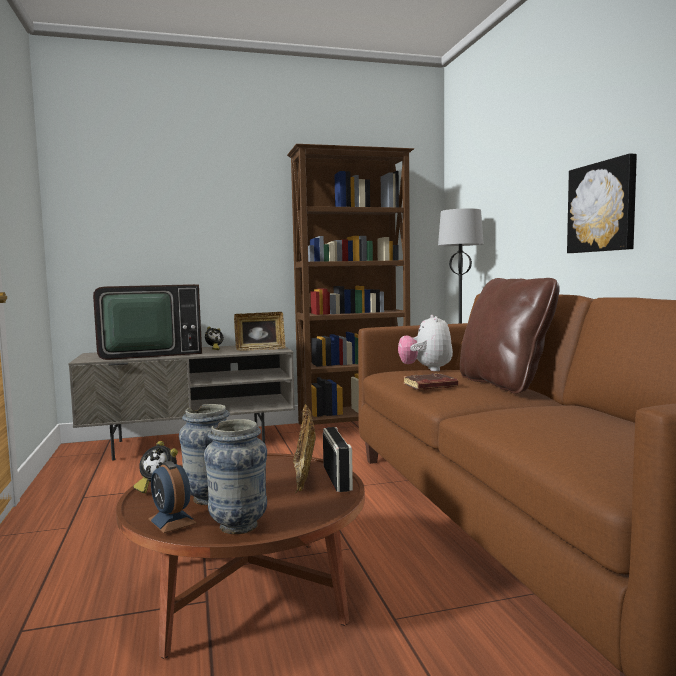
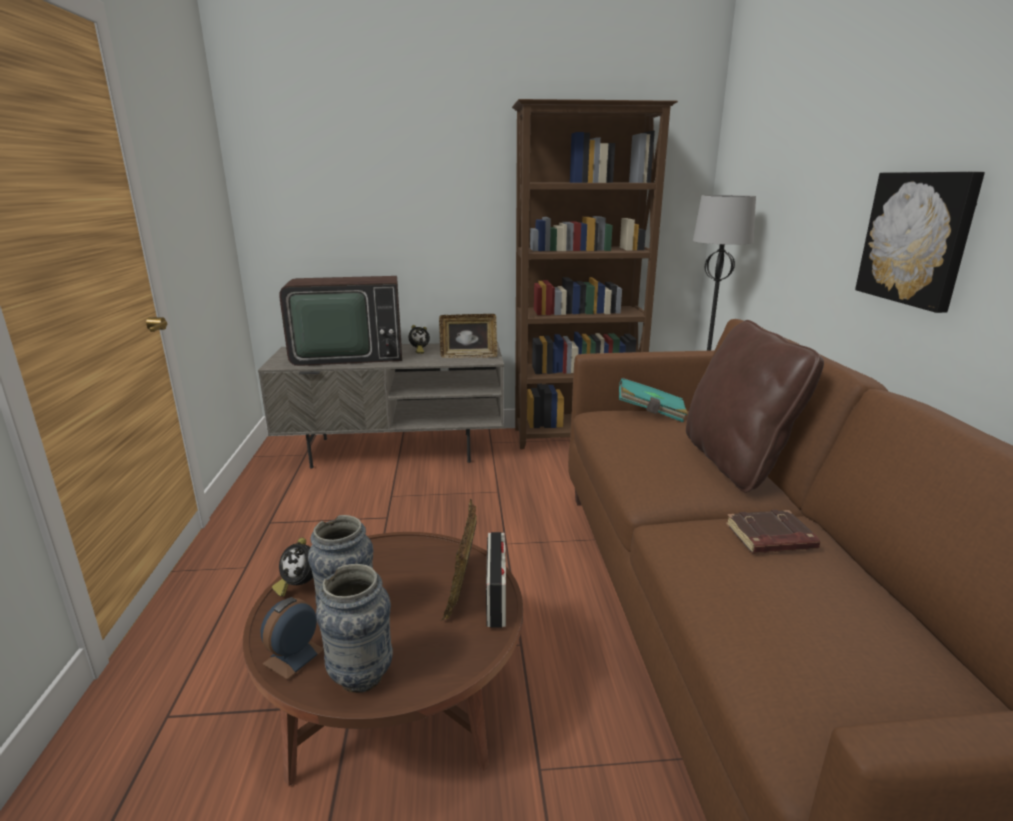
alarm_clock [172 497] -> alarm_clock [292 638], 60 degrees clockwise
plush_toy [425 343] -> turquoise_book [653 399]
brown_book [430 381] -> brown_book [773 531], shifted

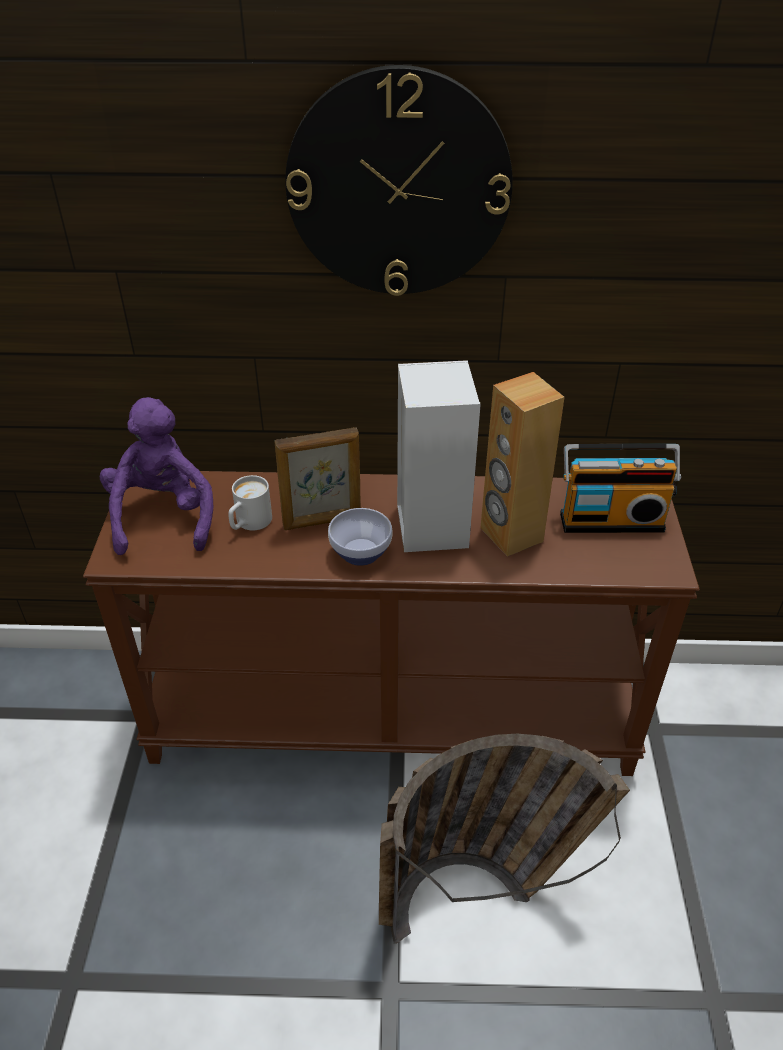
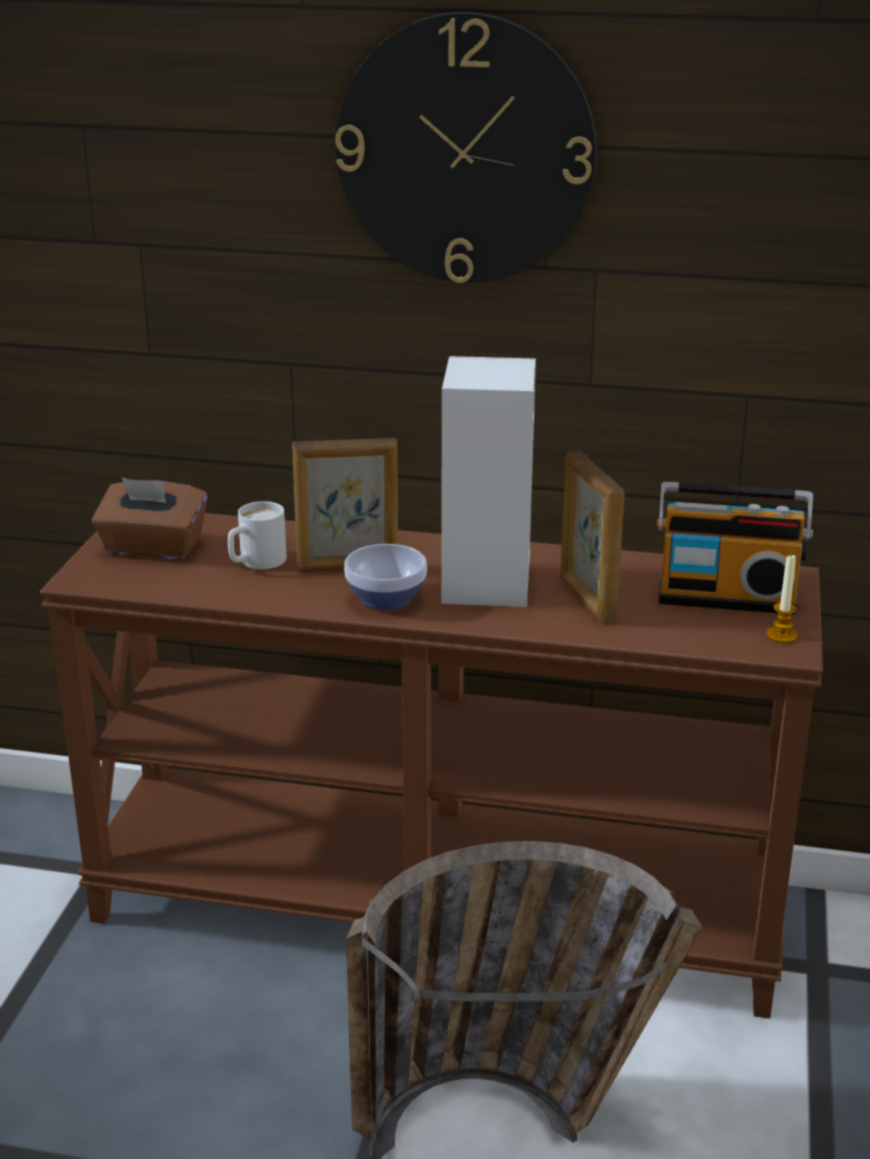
purple_plush_toy [156 476] -> brown_tissue_box [149 518]
brown_speaker [522 464] -> picture_frame [592 537]
none -> candle [782 598]

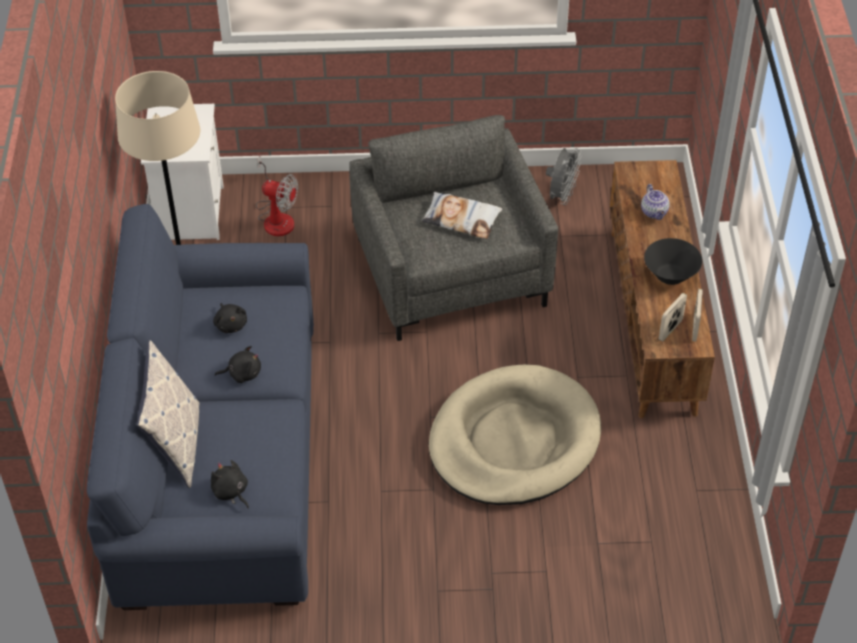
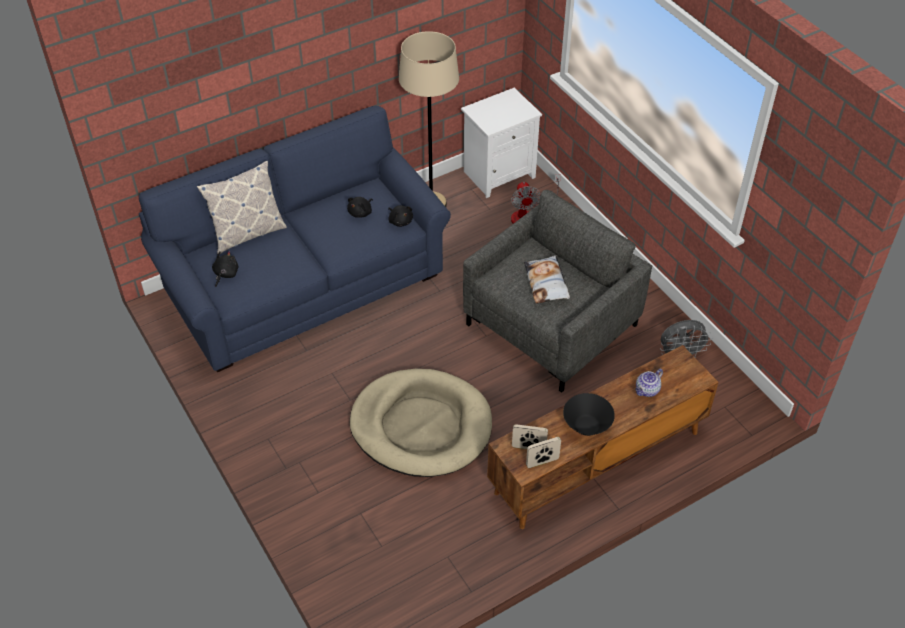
black_plush_toy [238 364] -> black_plush_toy [400 216], shifted

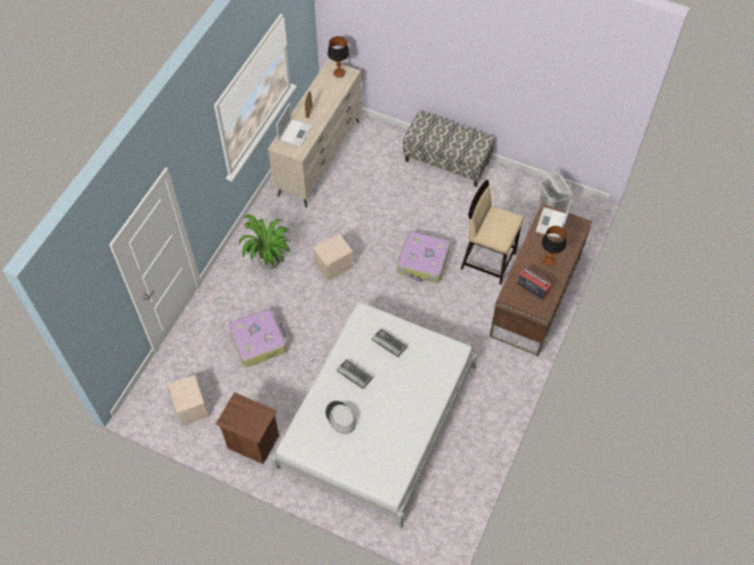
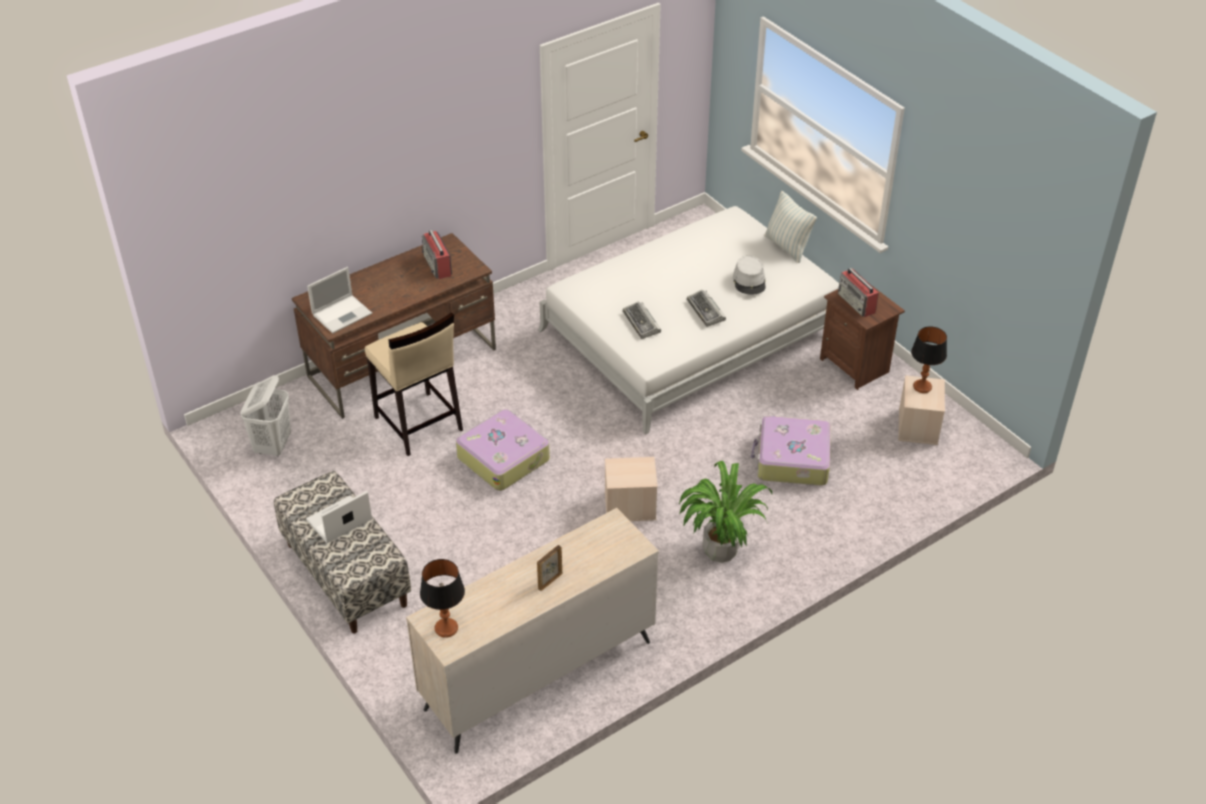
laptop [294 125] -> laptop [339 517], shifted
none -> pillow [790 227]
none -> radio [858 292]
table_lamp [554 246] -> table_lamp [929 359], shifted

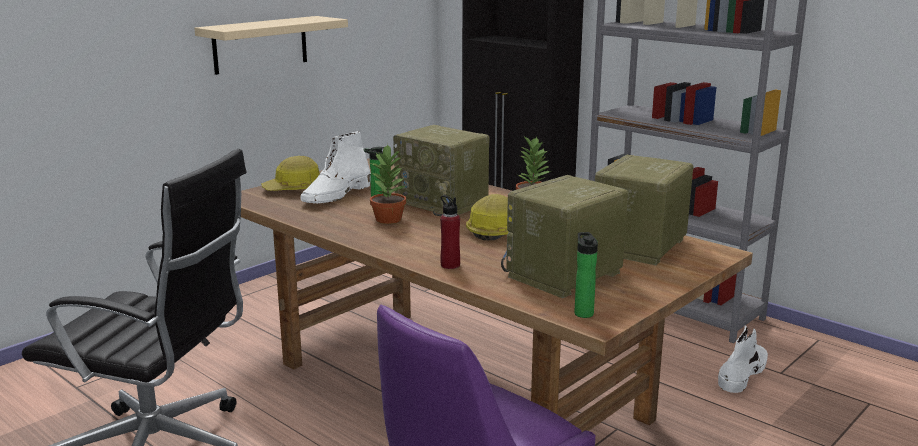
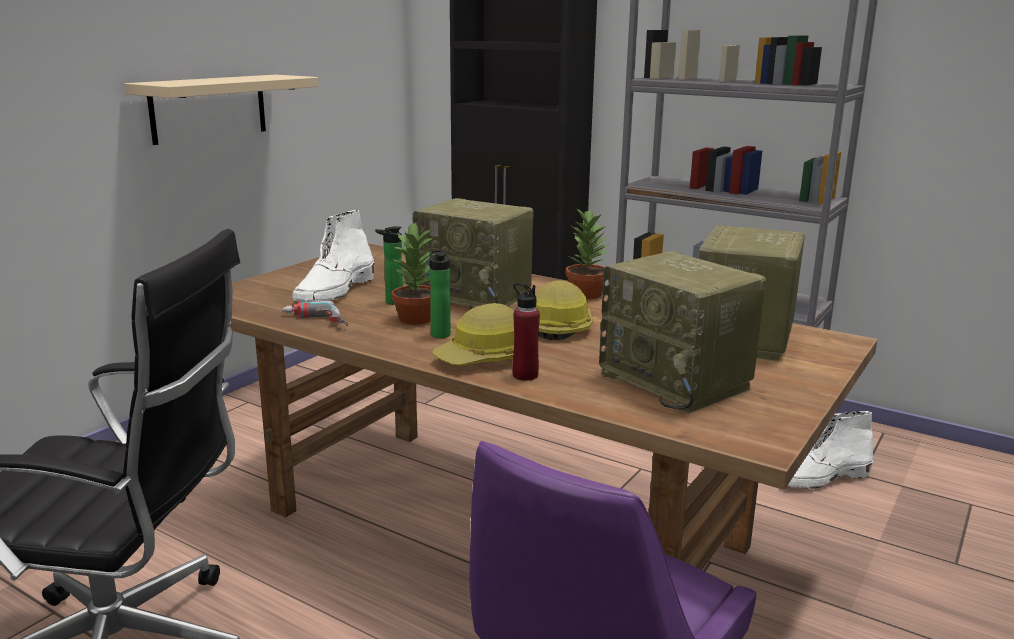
none -> power_drill [315 313]
bottle [586 275] -> bottle [440 294], shifted
hard_hat [290 173] -> hard_hat [473 334], shifted
radio [564 236] -> radio [682 332], 75 degrees counterclockwise
white_boot [743 359] -> white_boot [830 450], 135 degrees counterclockwise

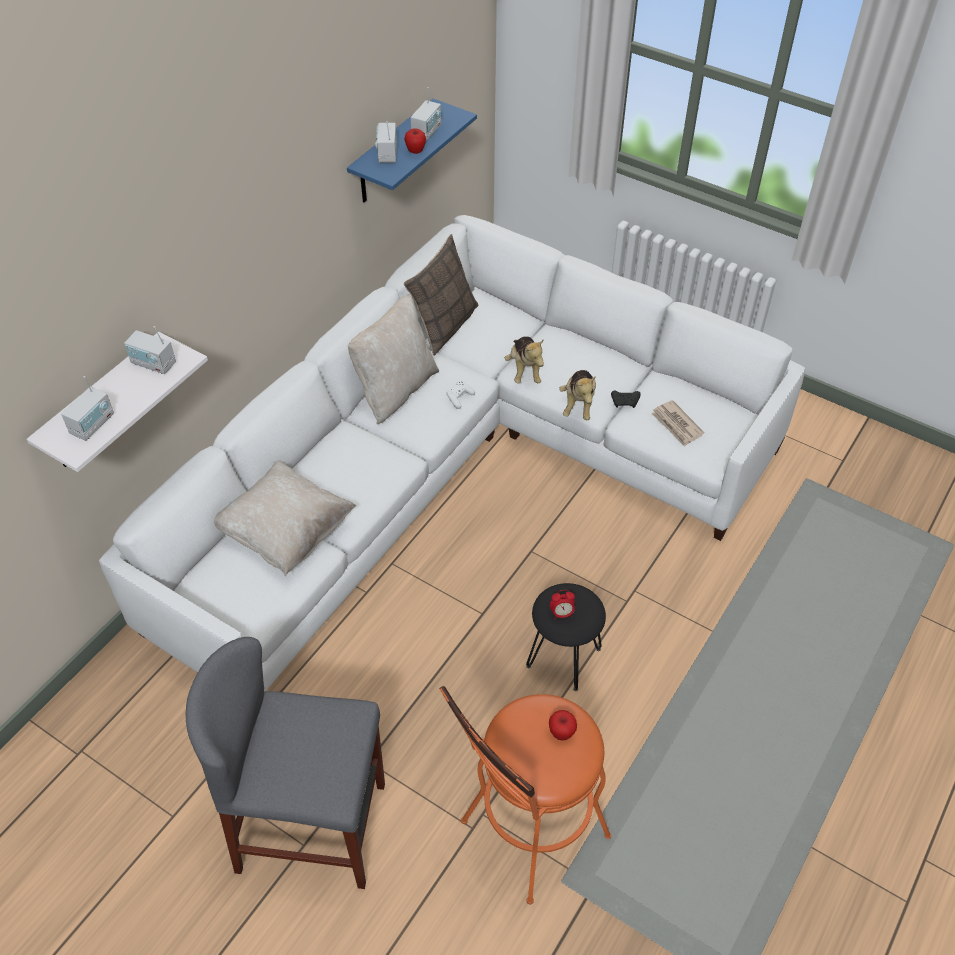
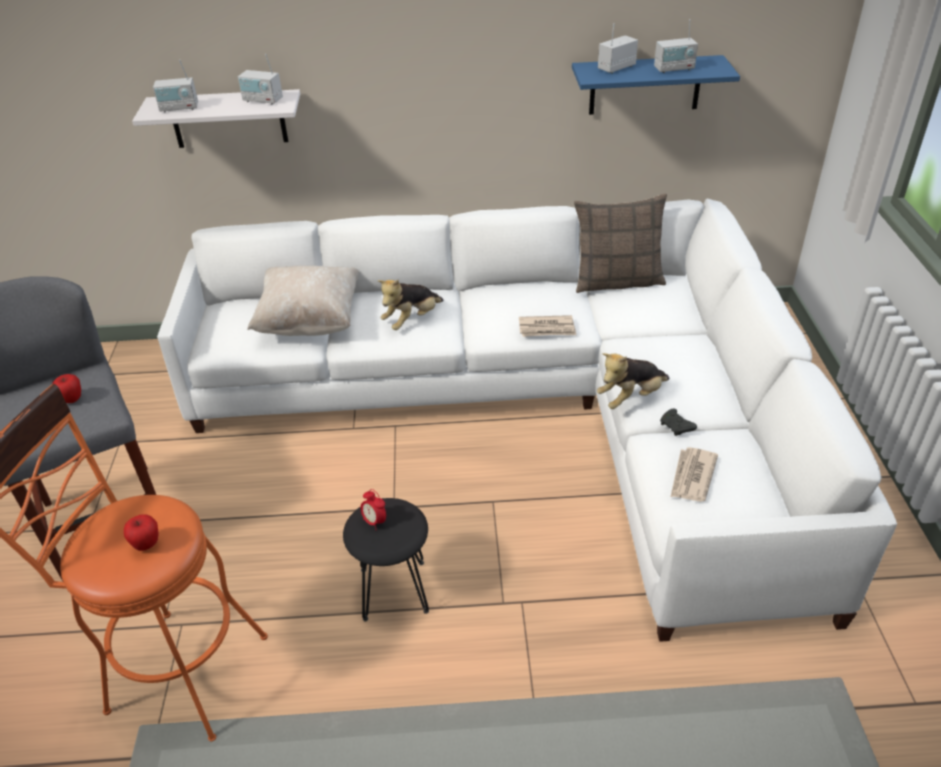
apple [415 141] -> apple [66 388], shifted
radio [150 350] -> radio [260 79], 60 degrees counterclockwise
plush_toy [524 360] -> plush_toy [410 305], shifted
white_game_controller [460 395] -> newspaper [547 326]
beige_pillow [393 359] -> none

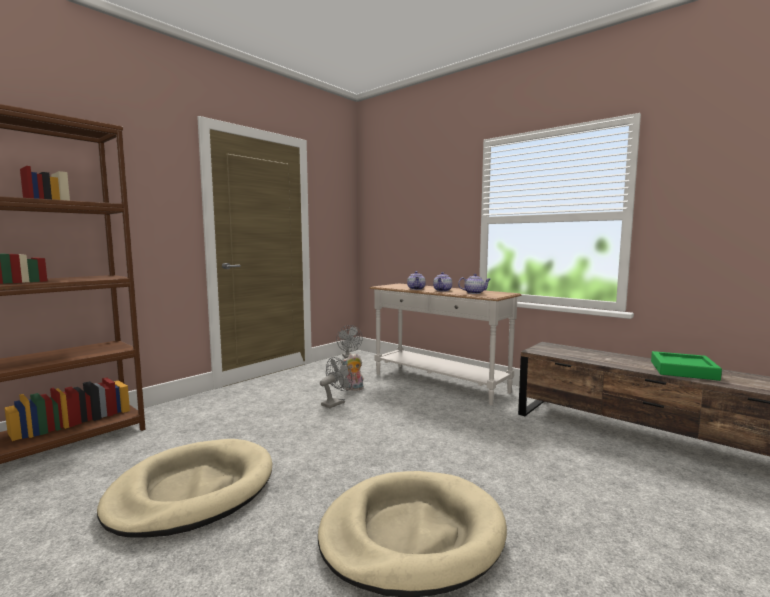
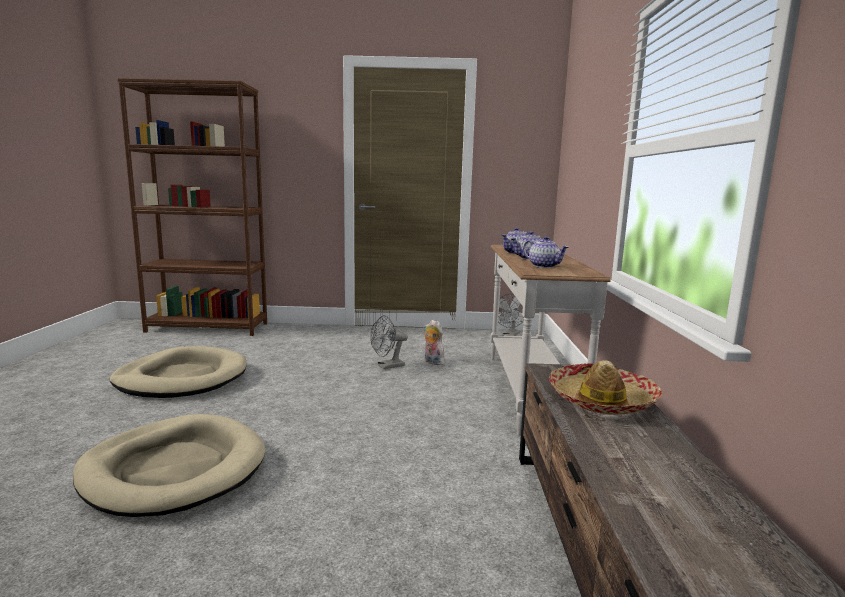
grey_fan [336 382] -> grey_fan [389 342], 150 degrees clockwise
none -> hat [606 387]
green_tray [686 366] -> none

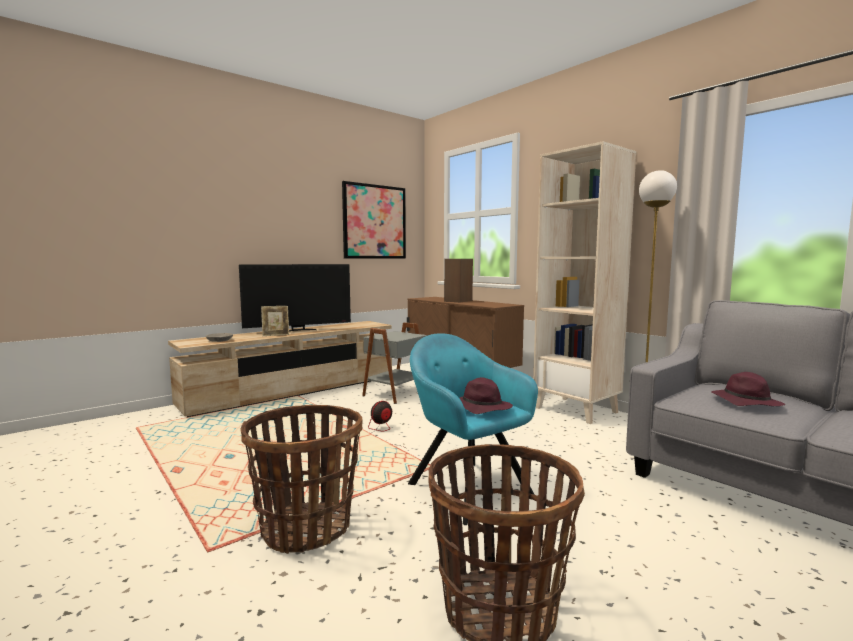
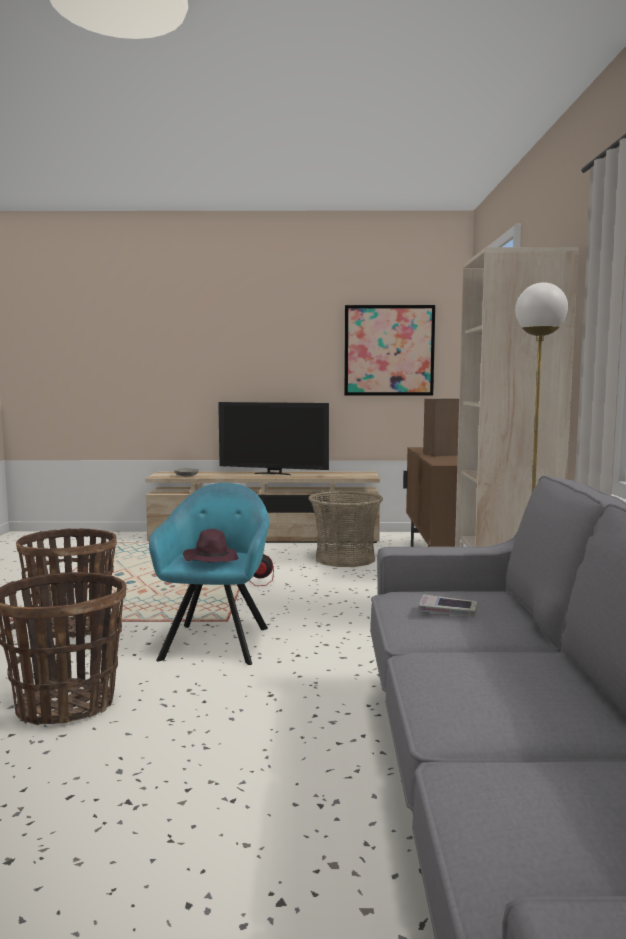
grey_side_table [394 363] -> basket [345 529]
purple_hat [748 389] -> book [447 605]
picture_frame [275 321] -> none

